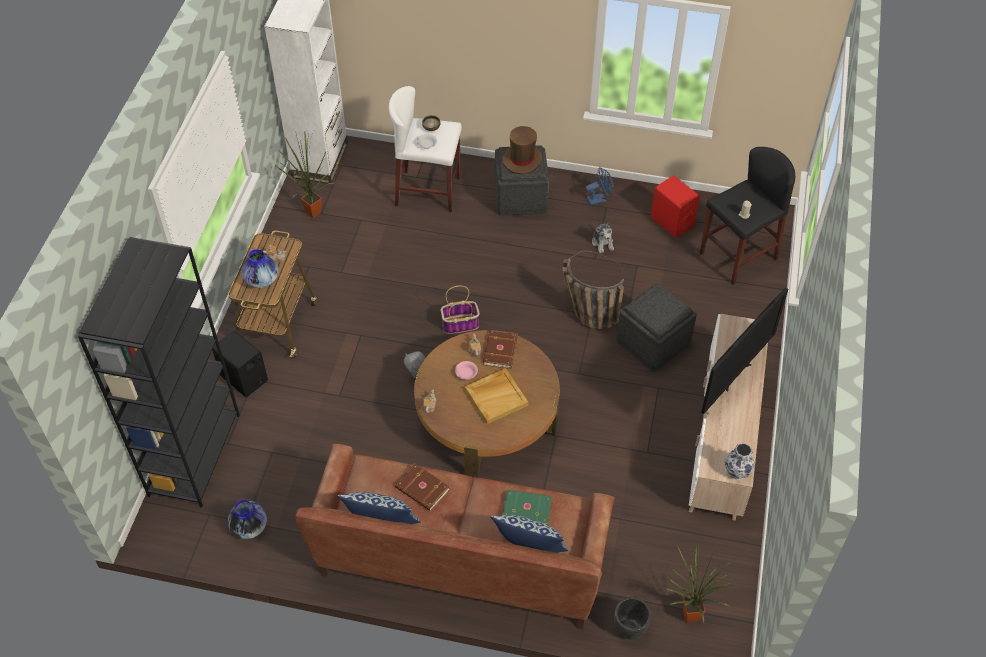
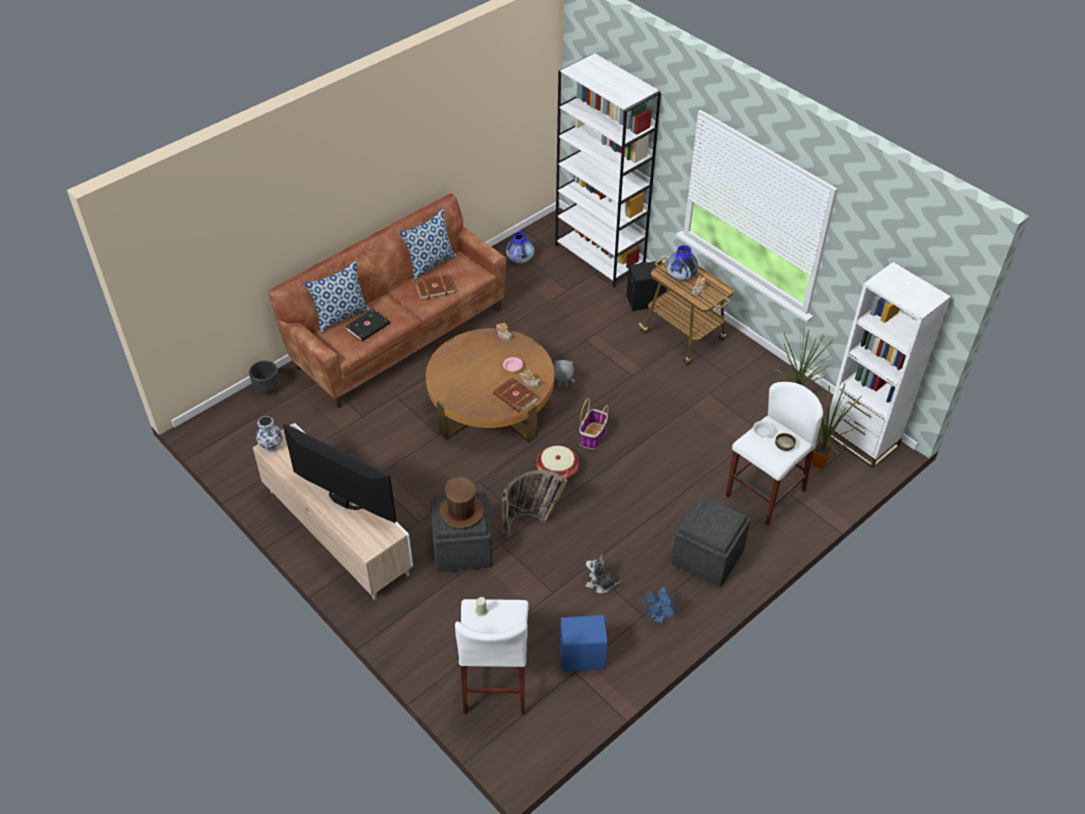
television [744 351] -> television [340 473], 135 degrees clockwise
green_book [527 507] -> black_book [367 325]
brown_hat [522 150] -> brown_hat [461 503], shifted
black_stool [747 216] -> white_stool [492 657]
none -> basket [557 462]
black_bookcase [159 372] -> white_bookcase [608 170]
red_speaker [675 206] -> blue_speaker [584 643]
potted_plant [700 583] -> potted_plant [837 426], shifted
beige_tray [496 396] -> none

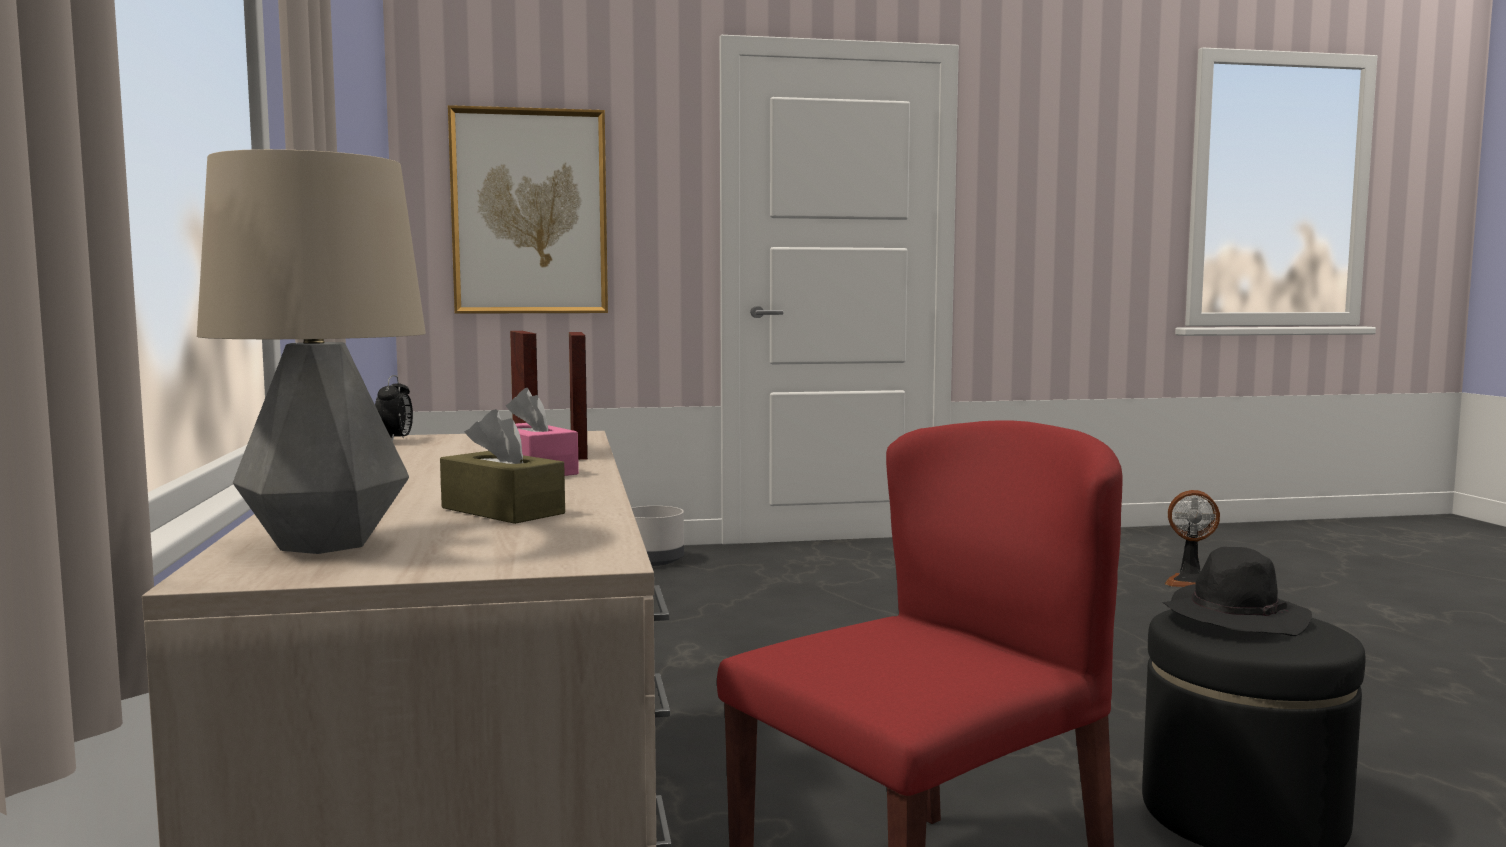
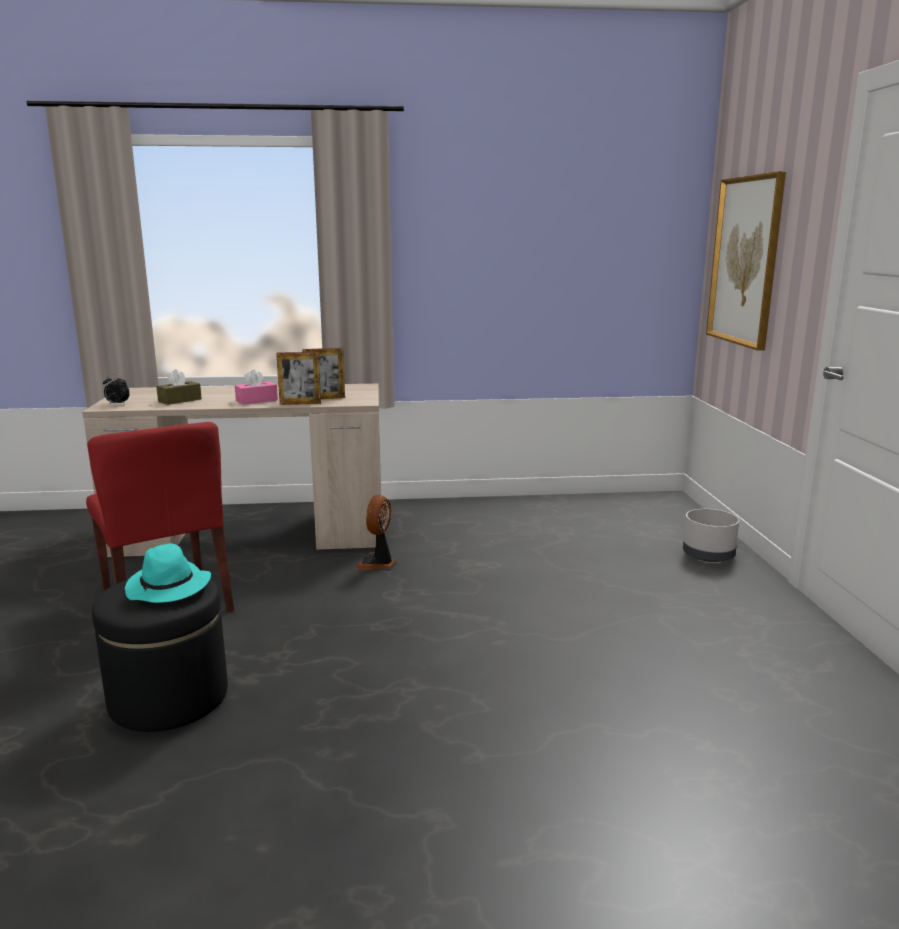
alarm_clock [394 408] -> alarm_clock [116 389], shifted
black_hat [1237 591] -> turquoise_hat [168 573]
fan [1192 538] -> fan [375 532], shifted
table_lamp [311 351] -> none

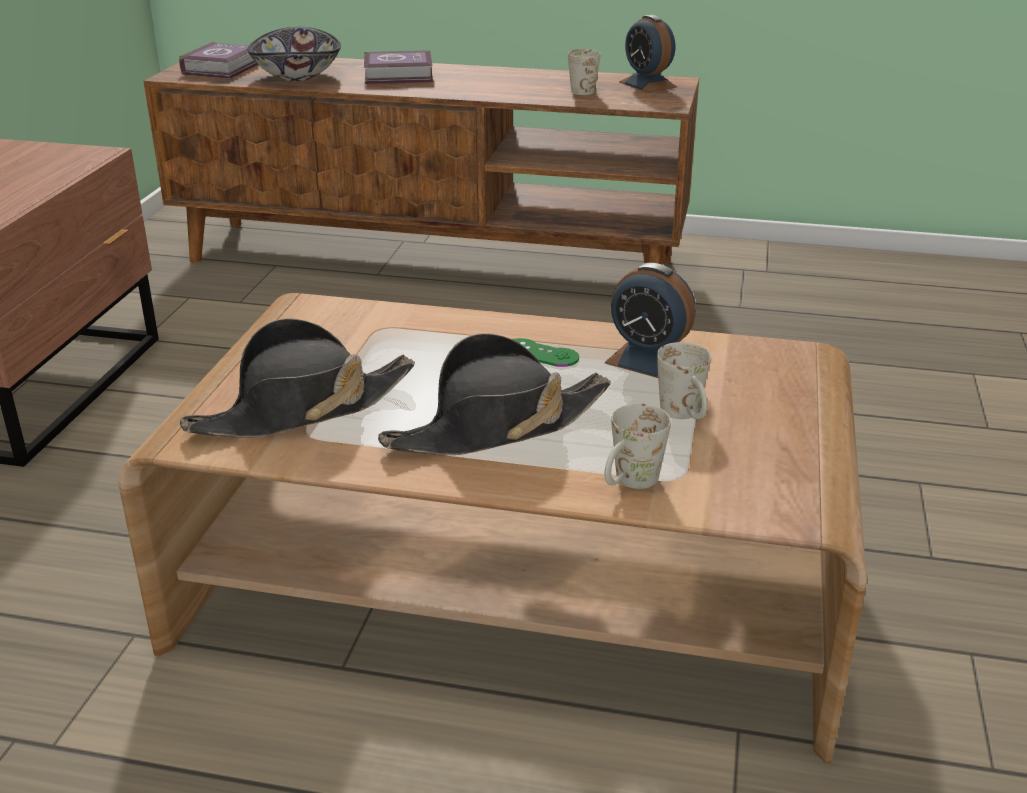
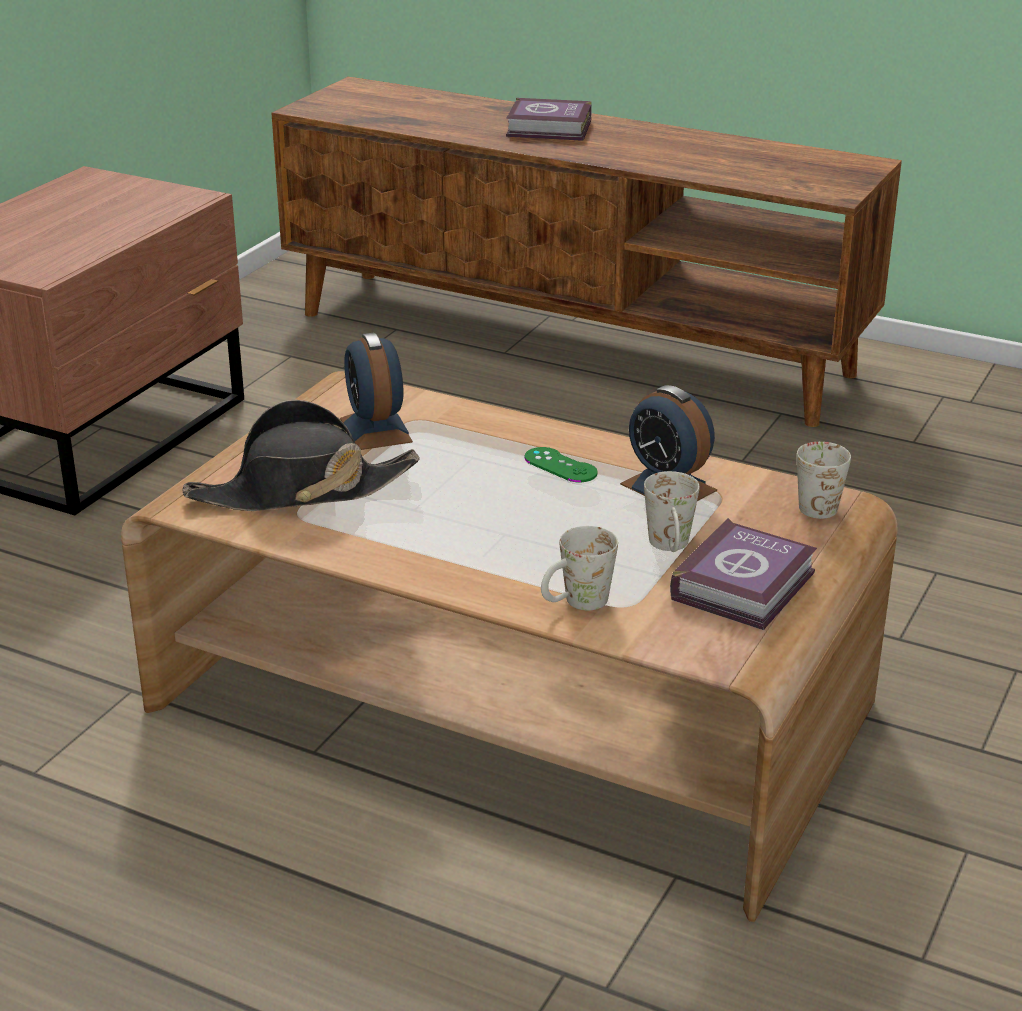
alarm_clock [648 54] -> alarm_clock [376 391], shifted
book [218 60] -> book [743 574], shifted
white_mug [584 72] -> white_mug [824 480], shifted
bowl [294 54] -> none
black_hat [494 394] -> none

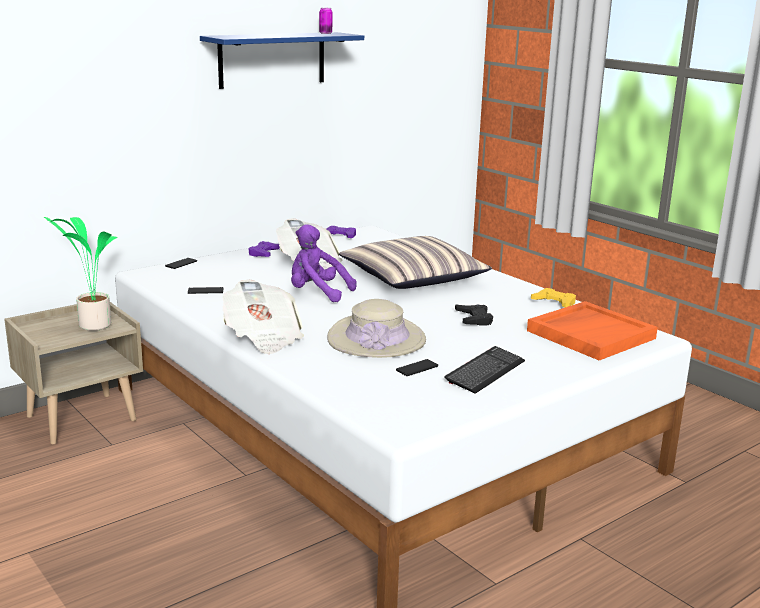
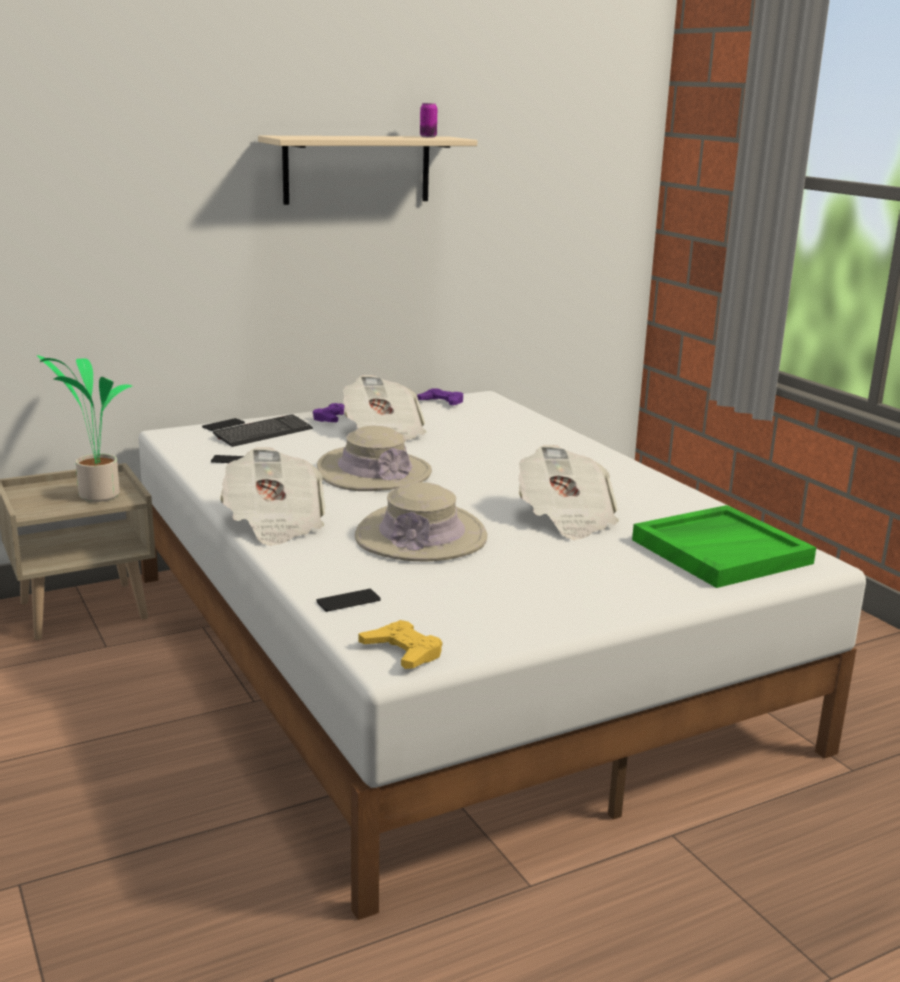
keyboard [485 370] -> keyboard [263 431], shifted
blue_shelf [282 60] -> beige_shelf [367 170]
phone [417 367] -> phone [348 600], shifted
purple_plush_toy [323 263] -> beige_hat [374 458]
yellow_game_controller [553 297] -> yellow_game_controller [400 644], shifted
black_game_controller [474 315] -> newspaper [568 492]
orange_tray [592 330] -> green_tray [724 546]
pillow [415 262] -> none

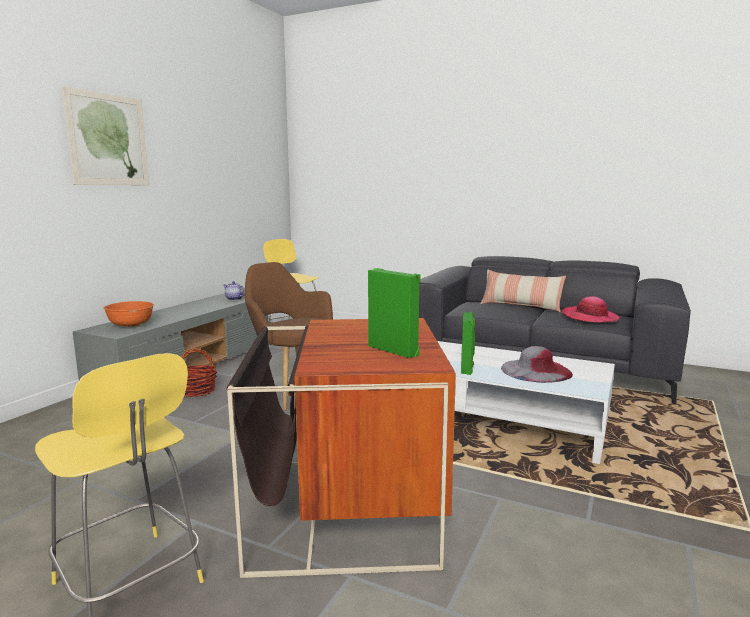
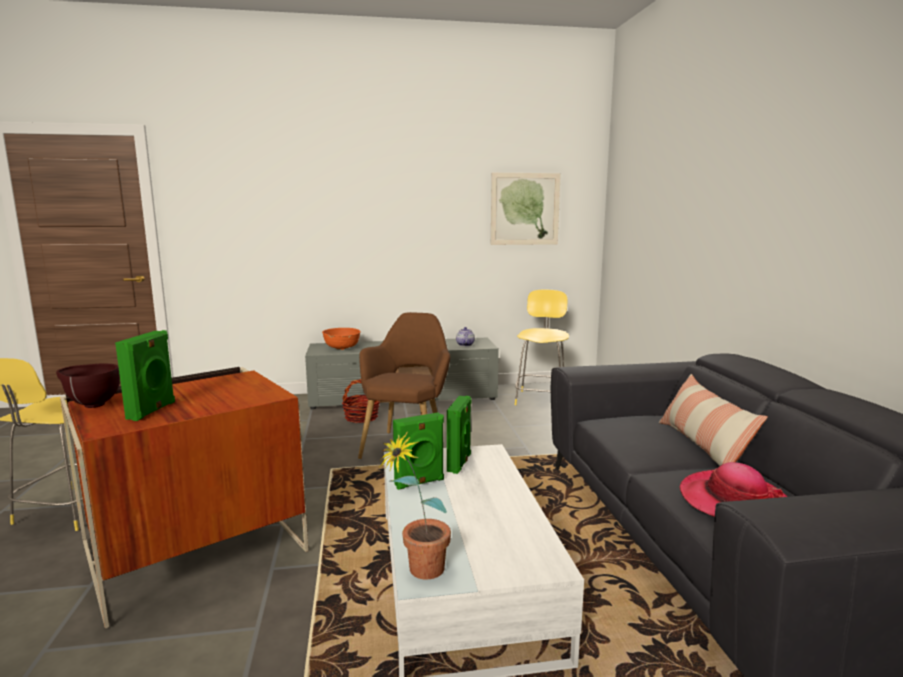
none -> brown_bowl [88 385]
none -> potted_plant [415 505]
none -> green_speaker [459 435]
picture [105 135] -> picture [526 209], shifted
grey_hat [537 364] -> none

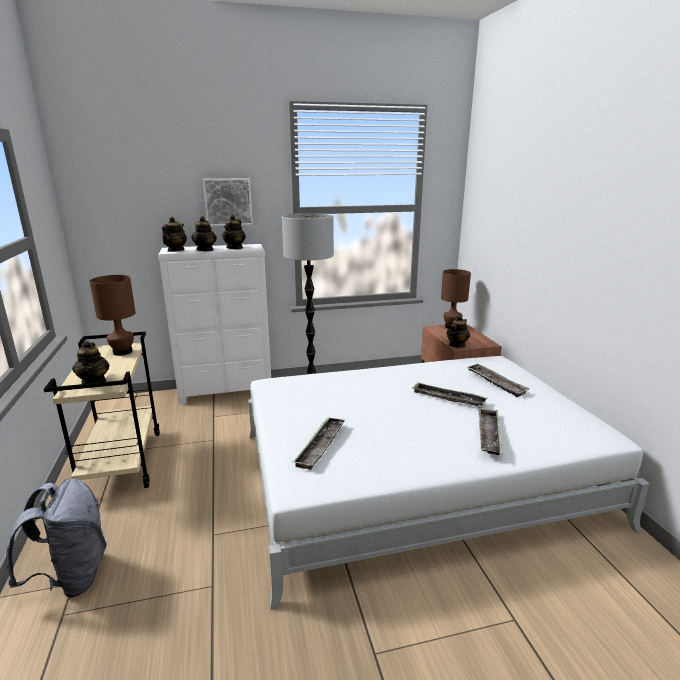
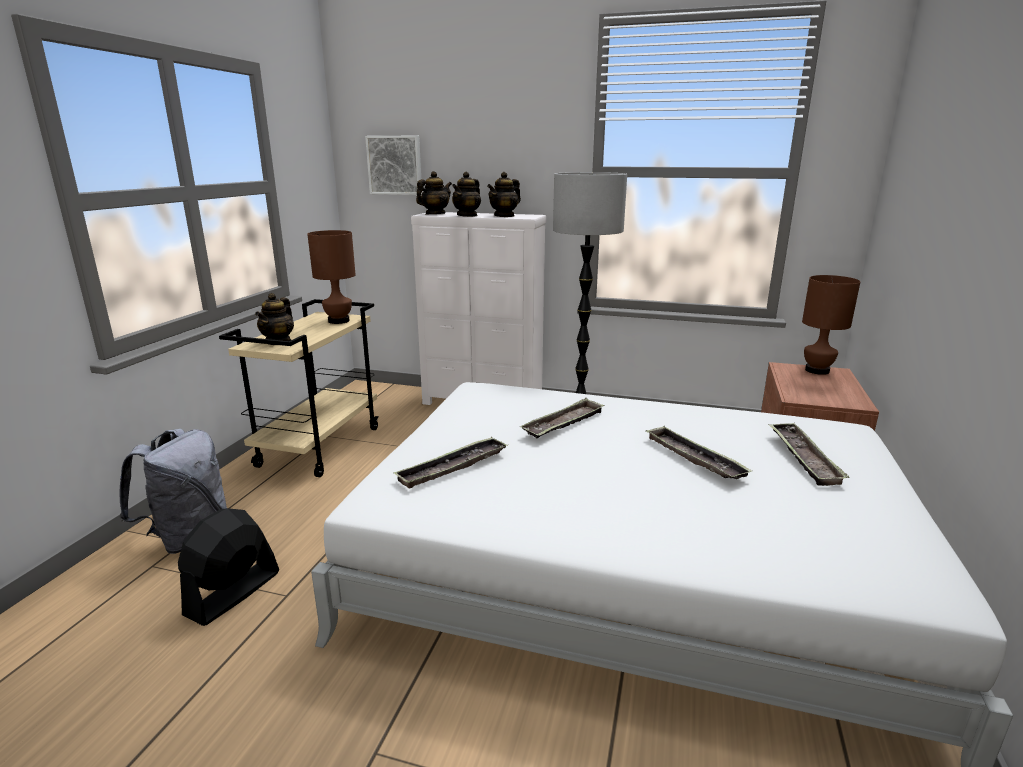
none -> black_fan [228 567]
picture [228 202] -> picture [393 165], shifted
tray [490 431] -> tray [562 418], shifted
teapot [458 331] -> none

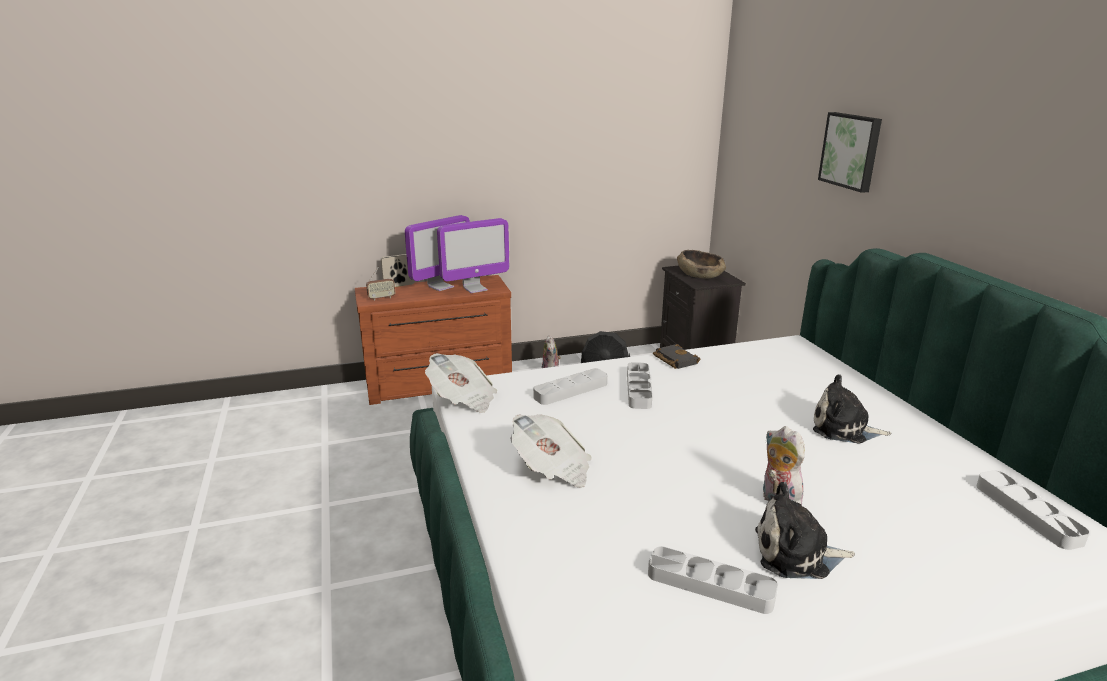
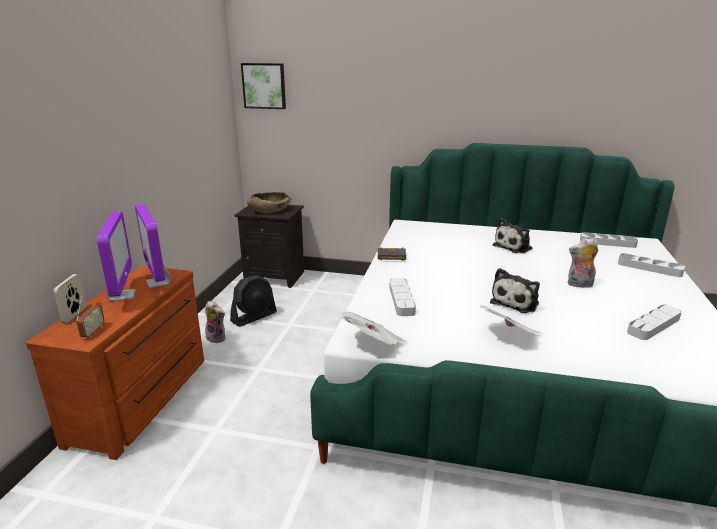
monitor [473 255] -> monitor [153 246], 150 degrees clockwise
picture [850 152] -> picture [263 86], shifted
plush_toy [805 530] -> plush_toy [515 290], shifted
grey_tray [639 385] -> grey_tray [651 265], shifted

